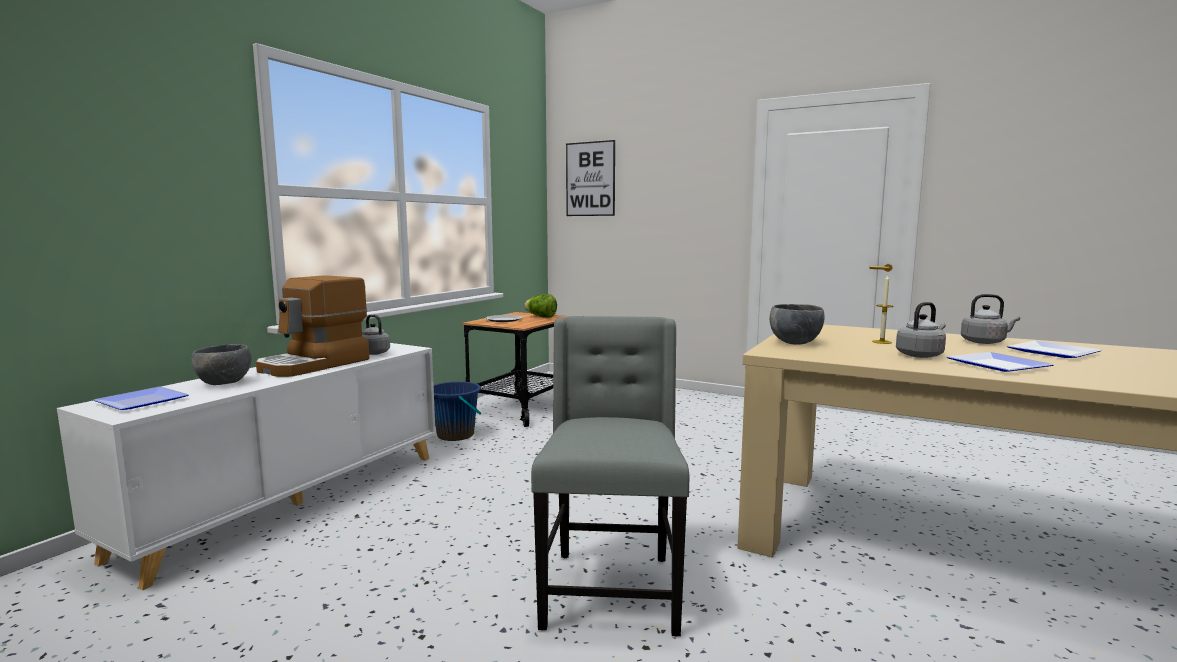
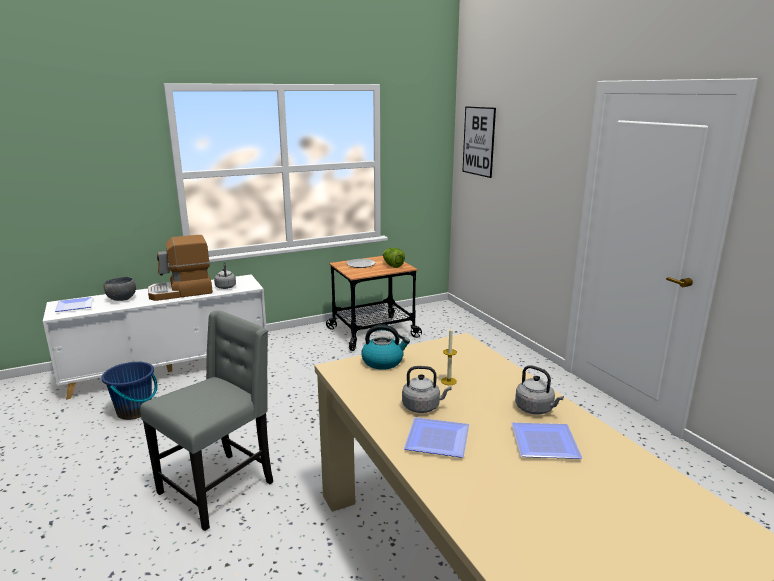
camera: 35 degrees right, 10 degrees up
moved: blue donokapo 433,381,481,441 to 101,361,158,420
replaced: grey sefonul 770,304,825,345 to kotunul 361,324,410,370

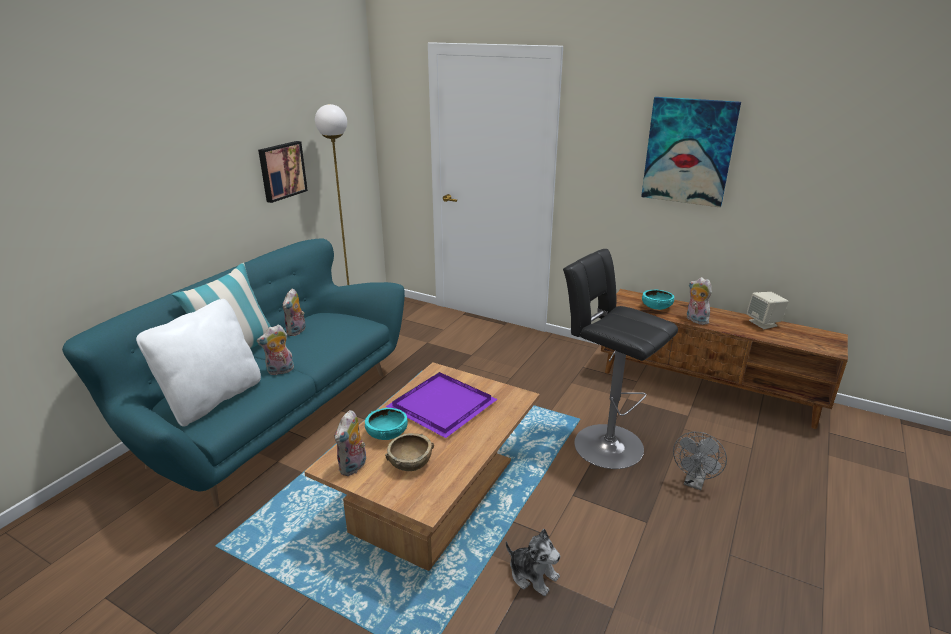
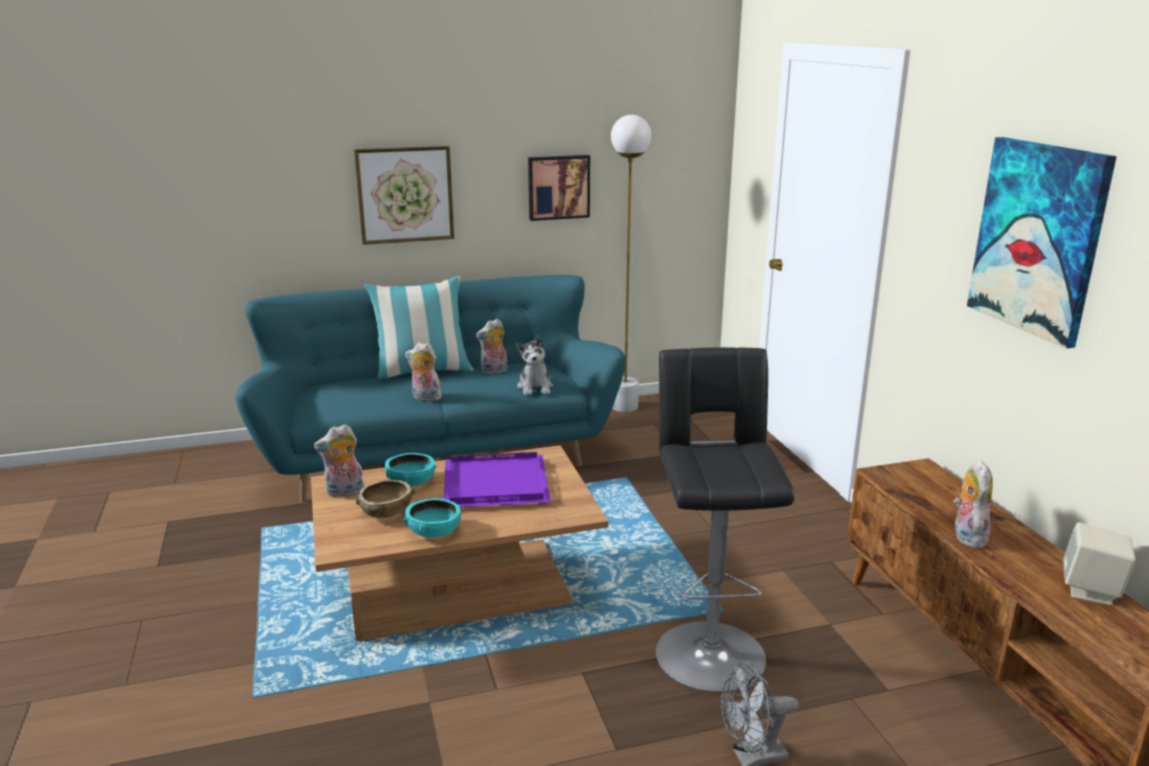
camera: 45 degrees right, 5 degrees down
removed: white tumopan 136,299,261,427
added: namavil 354,146,454,245
moved: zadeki 506,529,560,596 to 516,335,553,395; turquoise sefonul 642,290,674,310 to 404,498,462,538

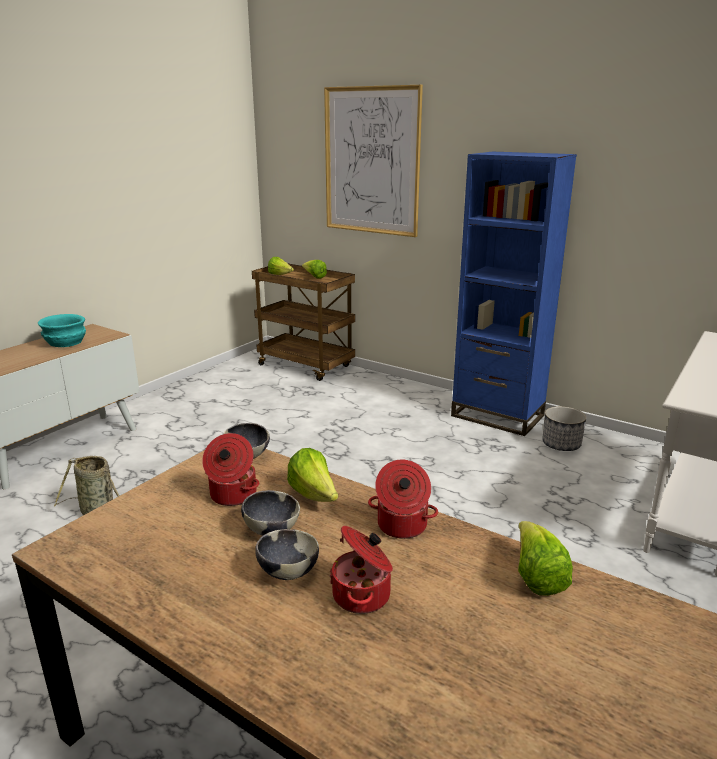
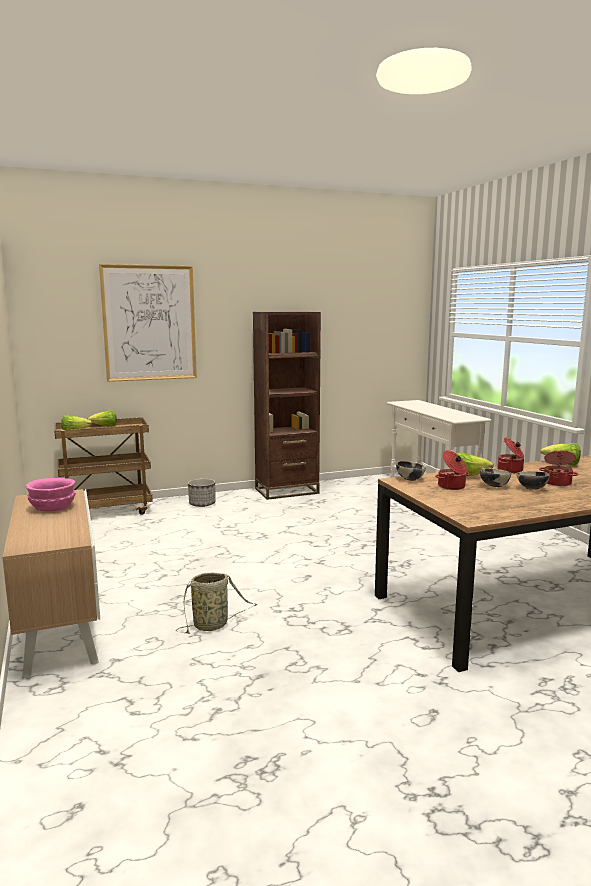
camera: 55 degrees left, 10 degrees down
moved: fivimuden 542,406,587,451 to 188,478,215,507
recoloured: turquoise sefonul 38,314,86,347 to pink sefonul 26,478,76,512; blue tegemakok 451,152,577,436 to brown tegemakok 253,312,321,500

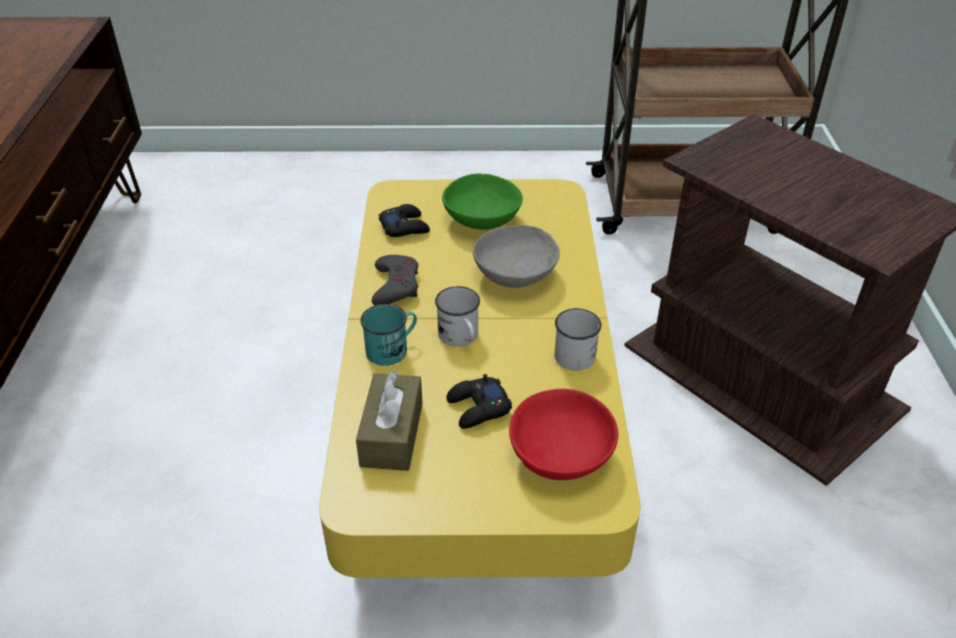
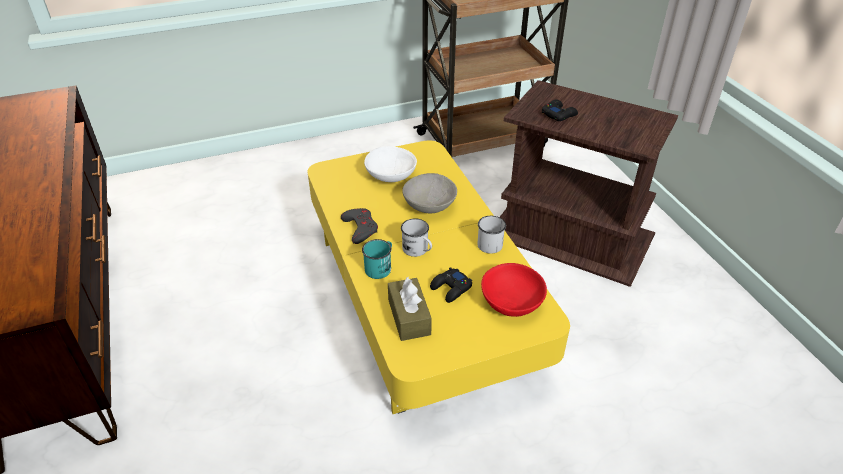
camera: 20 degrees left, 0 degrees up
moved: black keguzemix 379,204,430,237 to 542,99,578,121
recoloured: green sefonul 442,173,523,230 to white sefonul 364,146,417,182

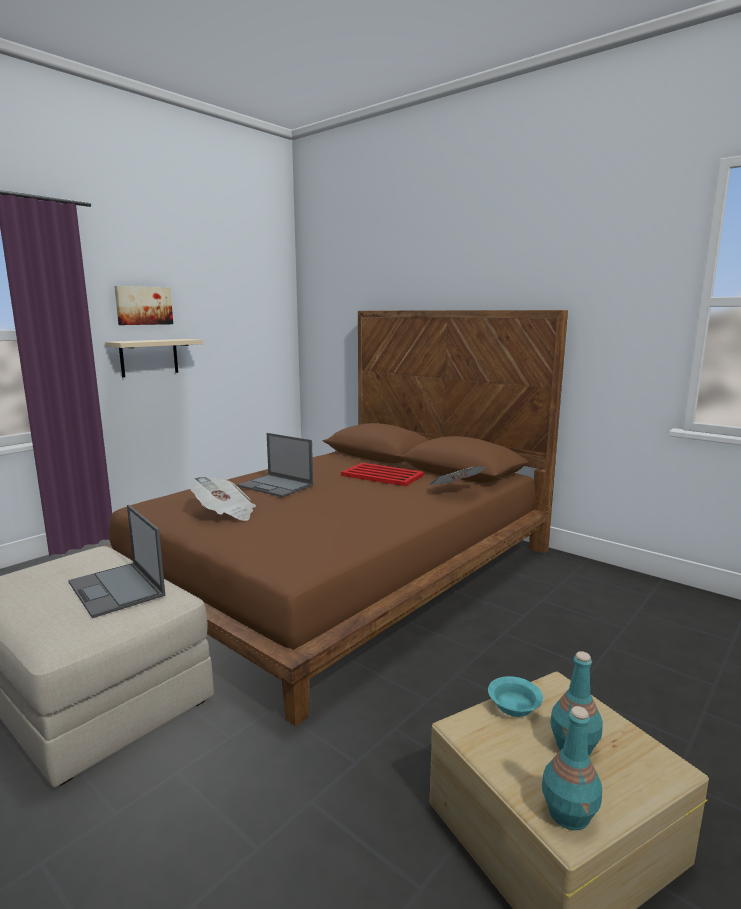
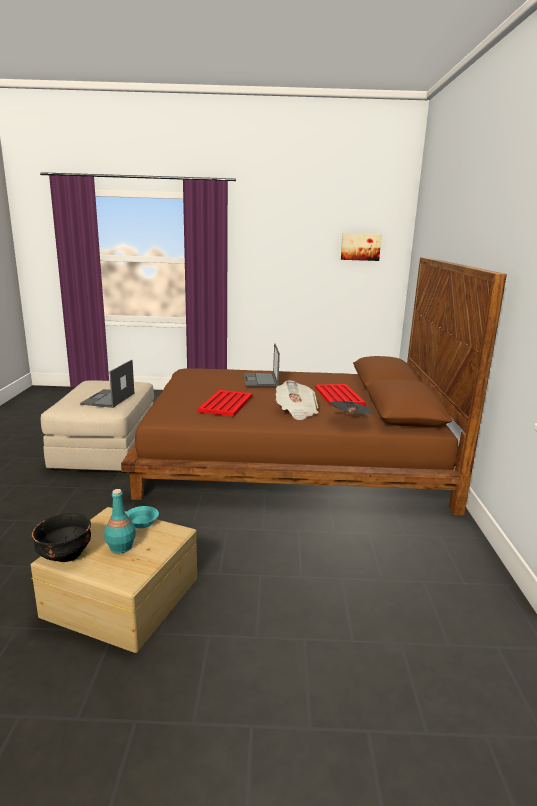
camera: 50 degrees right, 5 degrees up
removed: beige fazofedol 105,339,203,377
added: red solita 198,390,252,416
moved: namavil 114,286,173,325 to 341,233,382,261; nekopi 191,476,256,521 to 276,381,318,420
replaced: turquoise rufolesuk 542,706,602,830 to black sefonul 32,513,91,562

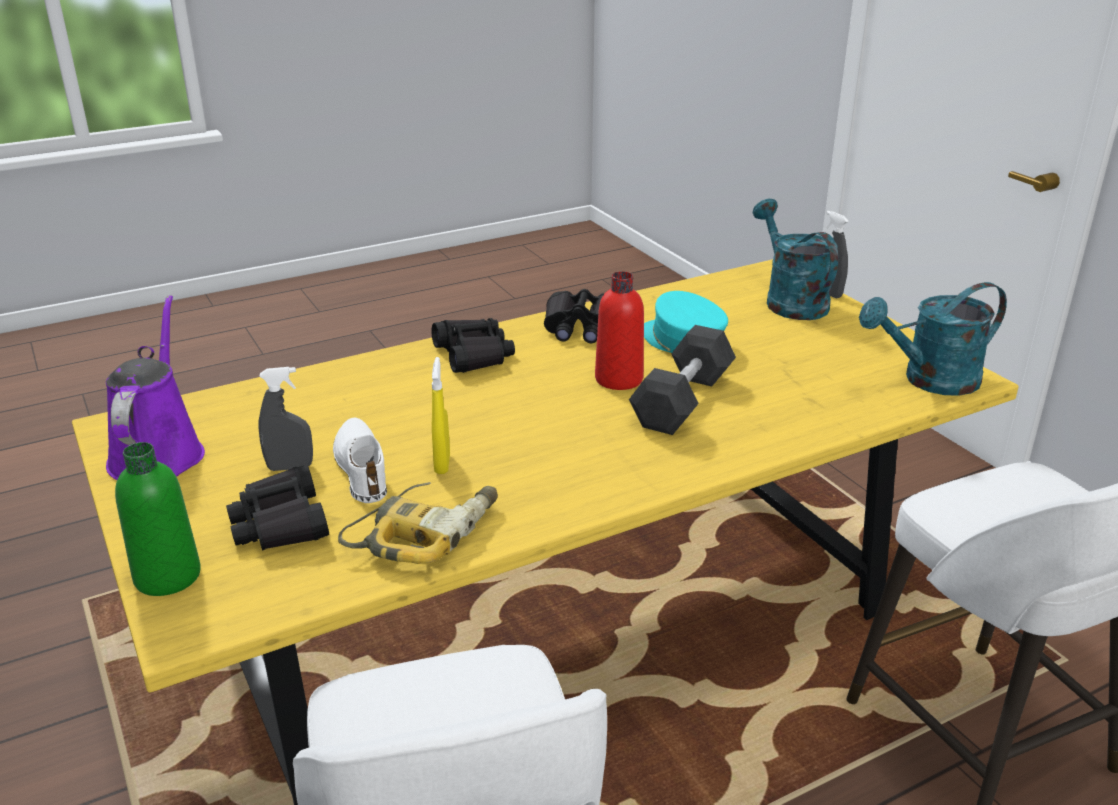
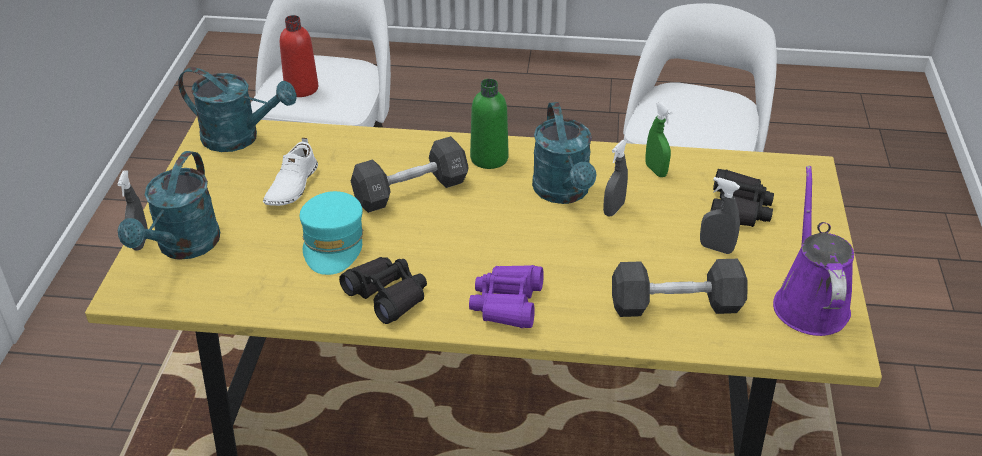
camera: 145 degrees left, 10 degrees up
added: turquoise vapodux 532,102,597,204; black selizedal 612,259,748,317
moved: green rufolesuk 115,442,201,596 to 470,79,509,169; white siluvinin 333,418,387,503 to 263,138,318,206; red rufolesuk 595,271,644,390 to 280,15,318,97
replaced: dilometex 338,482,498,564 to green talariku 645,102,672,177
recoloured: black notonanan 431,318,515,373 to purple notonanan 469,265,544,328; yellow talariku 432,357,450,474 to grey talariku 603,140,628,217
turned: purple vapodux 106,295,205,480 = 773,166,854,336 150 degrees clockwise

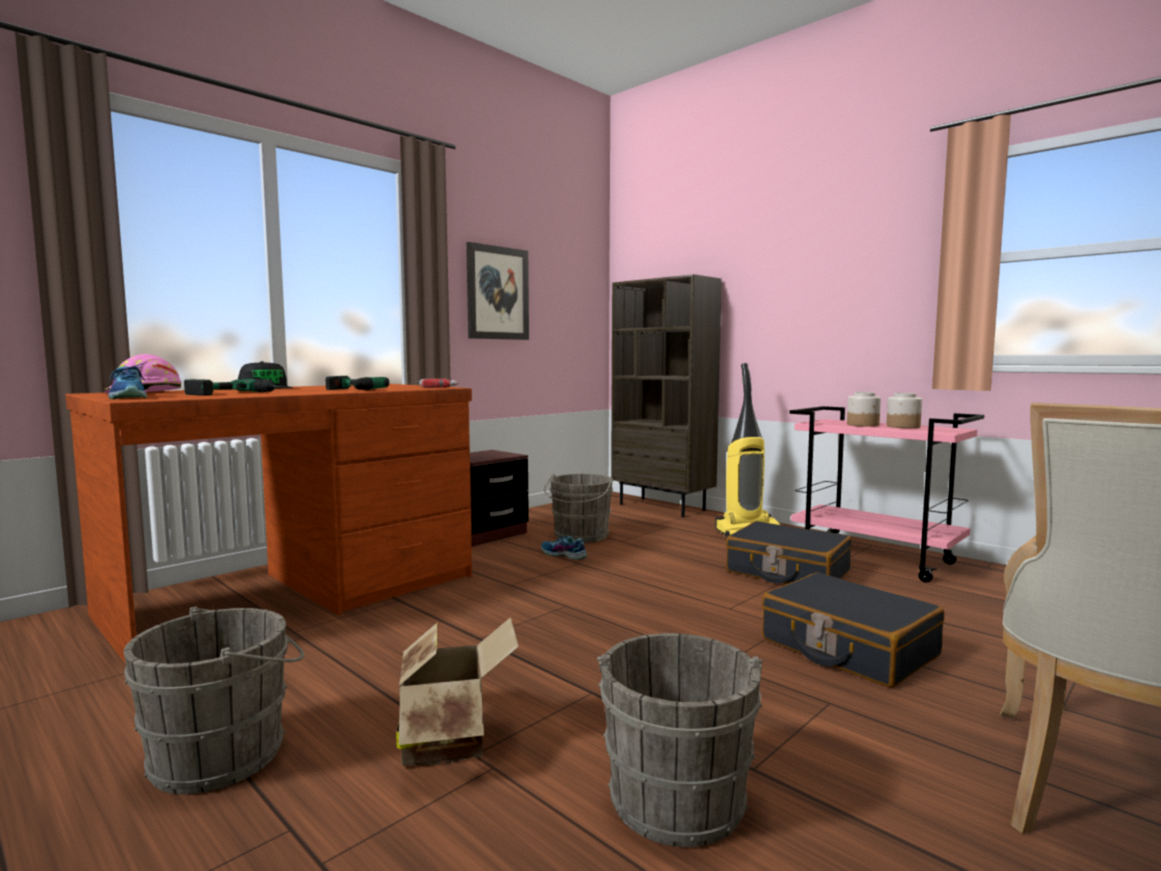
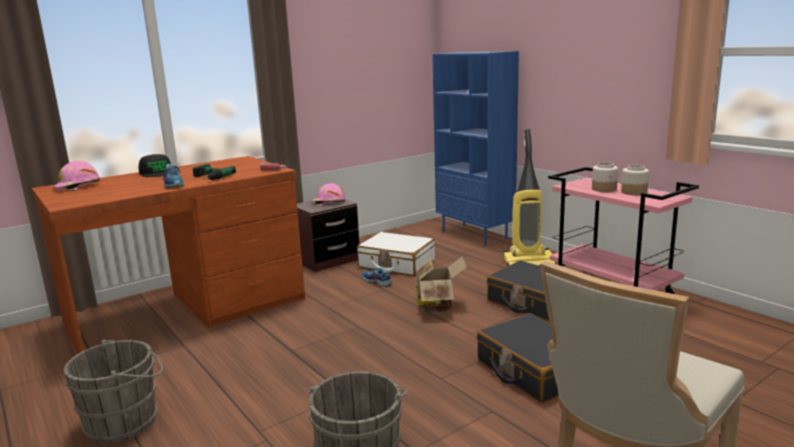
camera: 10 degrees right, 10 degrees up
removed: dilometex 184,379,283,396; namavil 466,242,529,340
added: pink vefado 312,183,346,206
moved: siluvinin 108,363,147,399 to 163,164,184,189; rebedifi 396,617,519,766 to 416,257,467,313
replaced: grey donokapo 544,474,613,543 to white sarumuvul 357,232,435,276
recoloured: brown tegemakok 611,274,722,517 to blue tegemakok 432,51,519,246

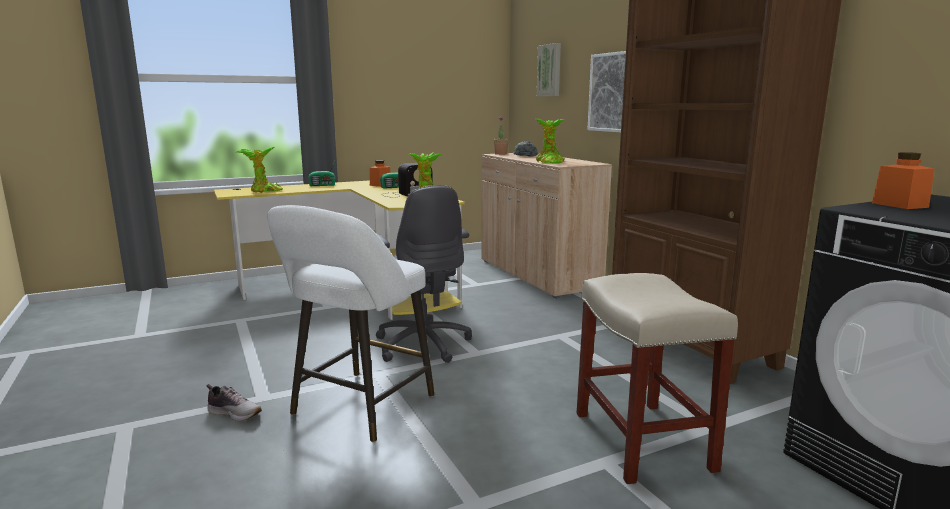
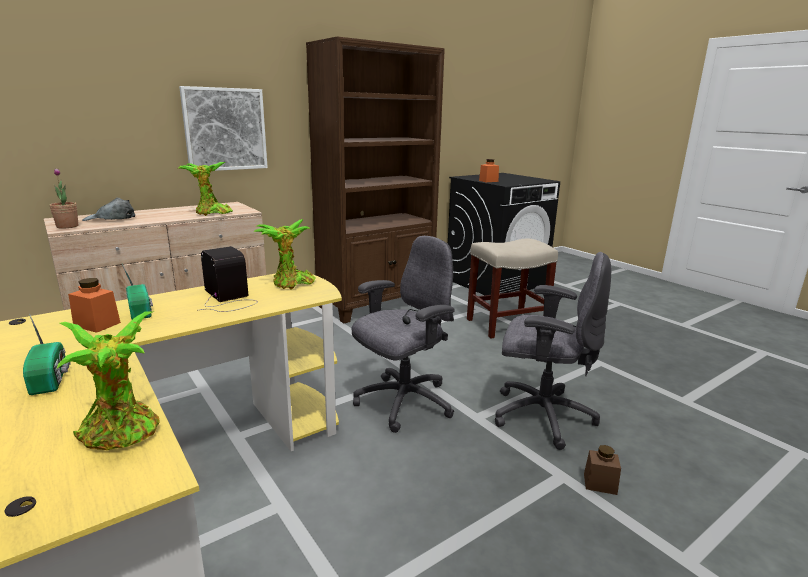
camera: 100 degrees left, 5 degrees up
removed: namavil 537,43,561,96
replaced: siluvinin 206,384,262,421 to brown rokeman 584,445,621,495; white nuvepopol 268,205,434,442 to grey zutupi 495,252,611,450

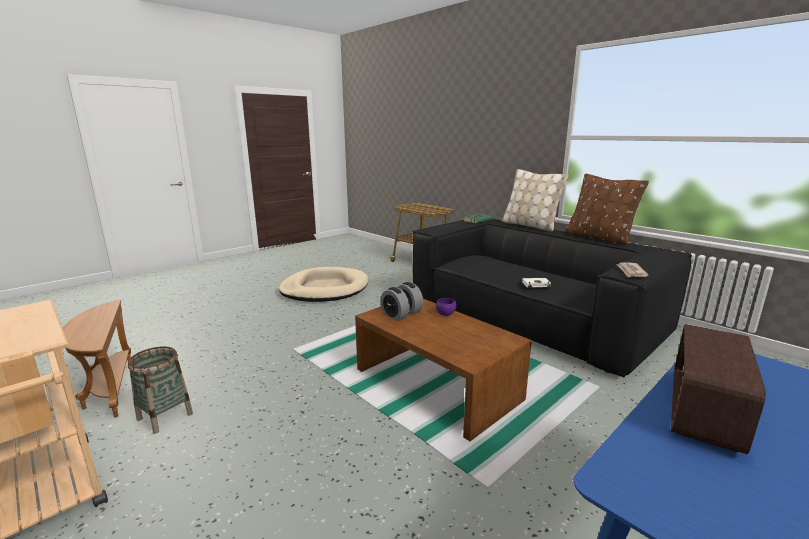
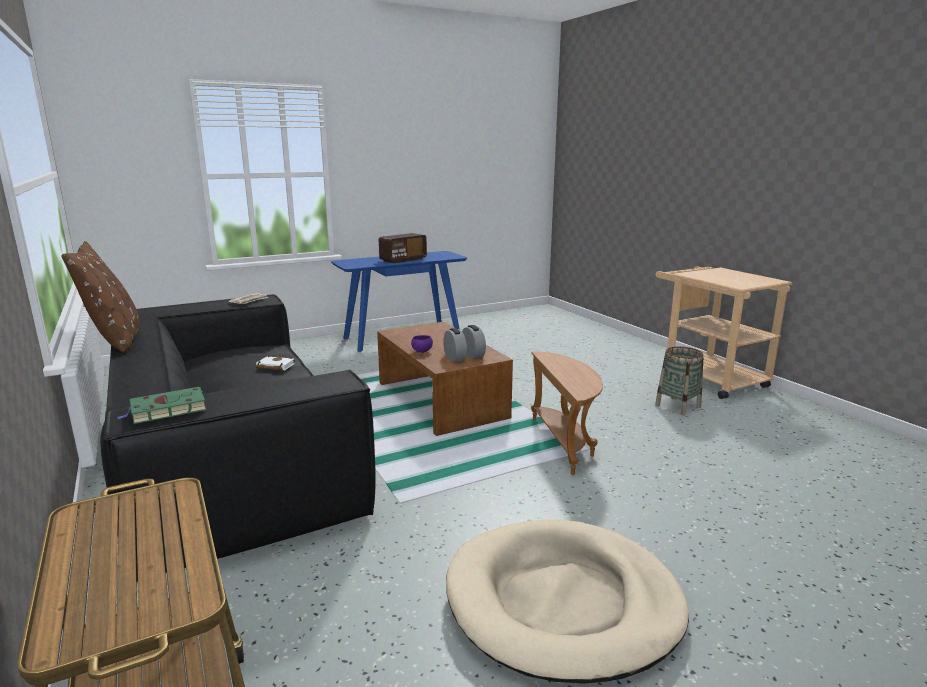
camera: 165 degrees left, 0 degrees up
removed: beige tumopan 502,169,569,231
moved: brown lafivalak 63,300,131,418 to 531,351,603,475

